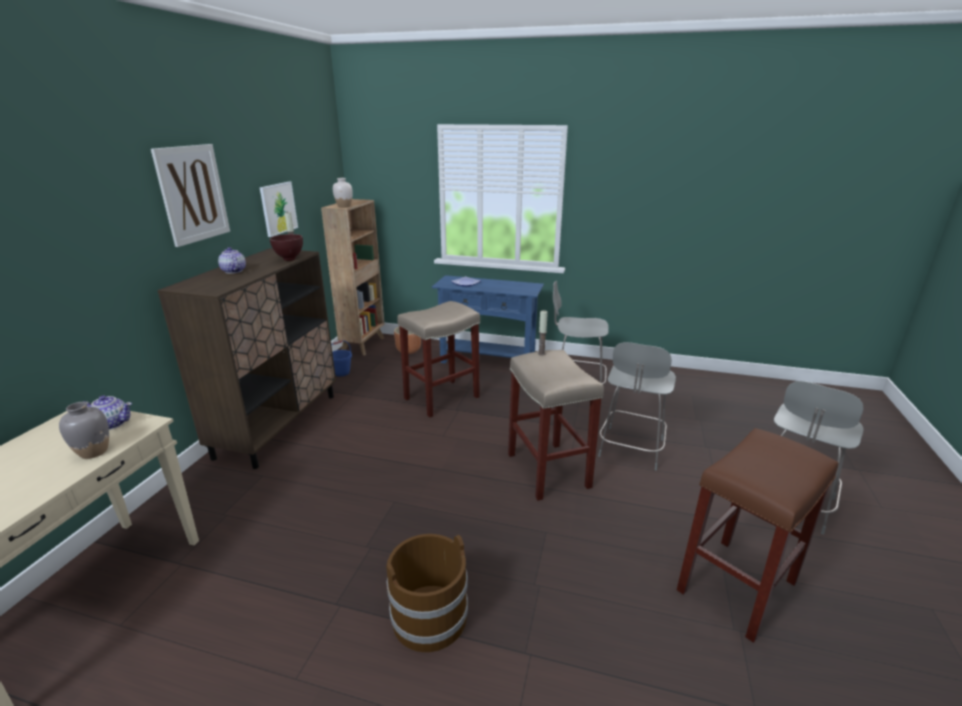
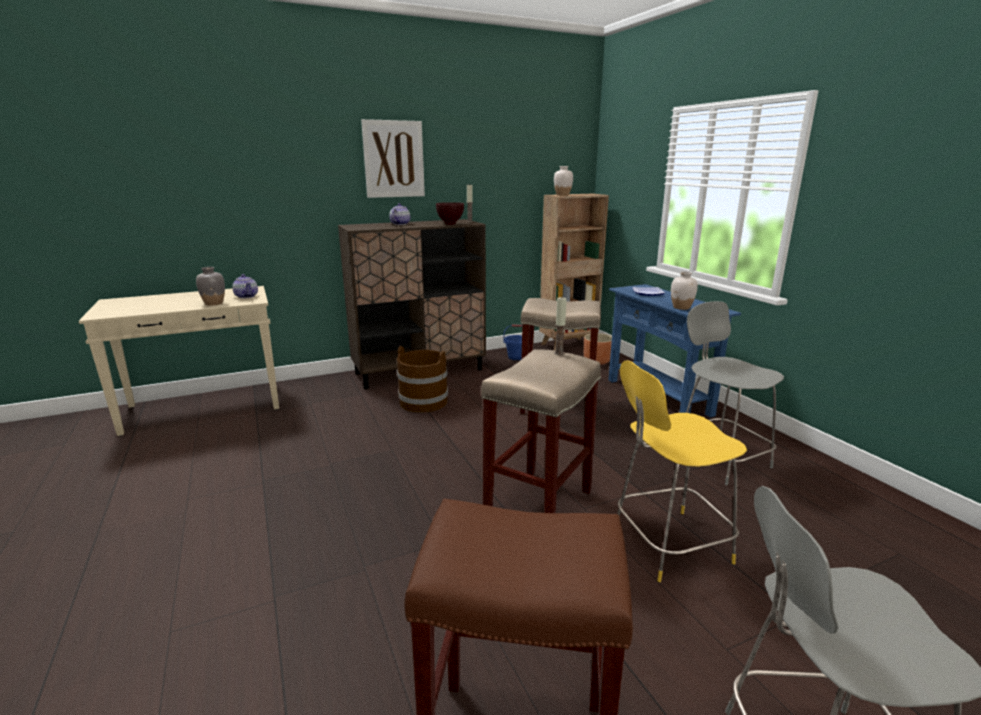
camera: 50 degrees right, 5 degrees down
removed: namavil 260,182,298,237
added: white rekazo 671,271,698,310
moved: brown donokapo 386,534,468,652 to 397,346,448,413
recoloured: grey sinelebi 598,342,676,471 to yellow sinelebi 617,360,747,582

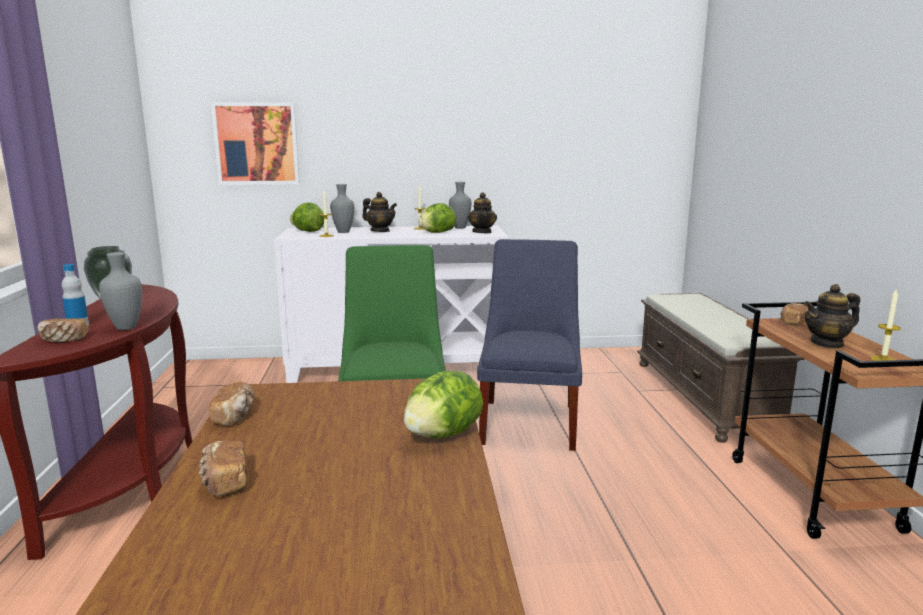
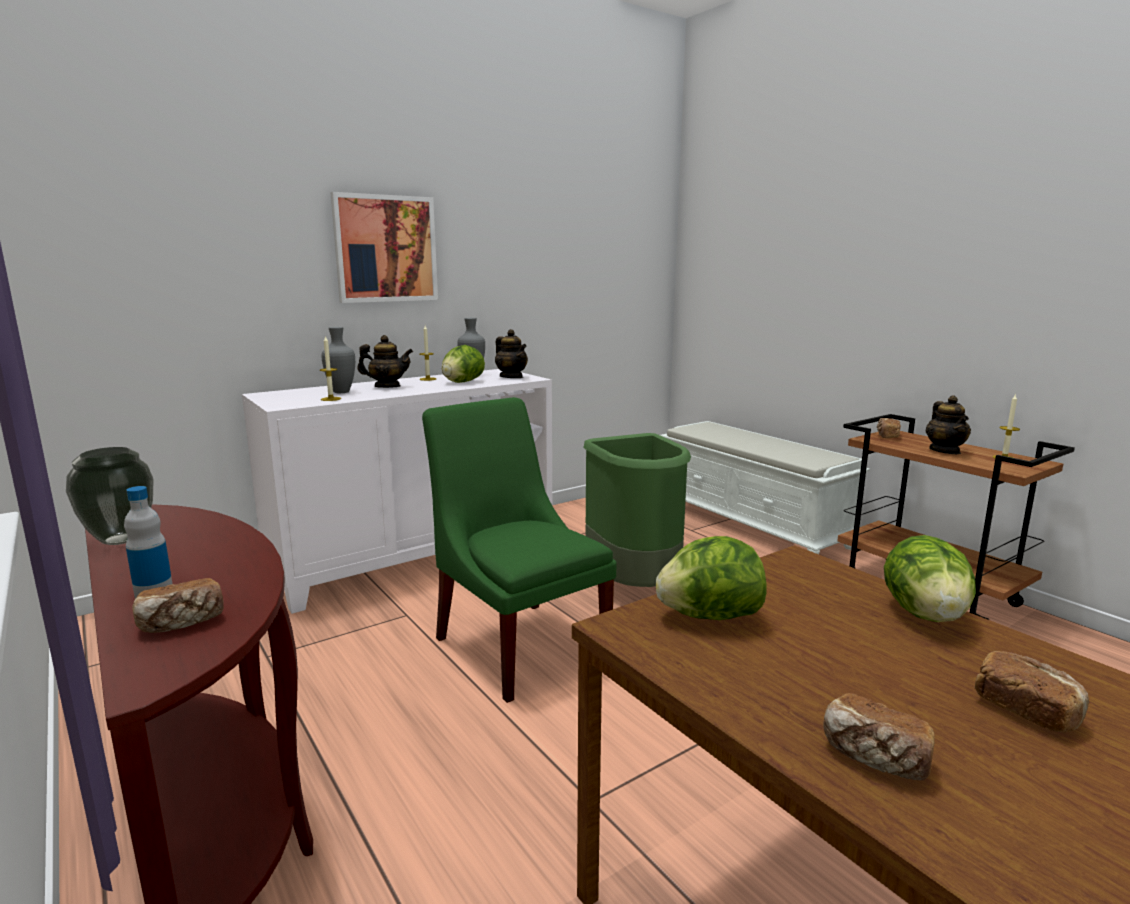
camera: 30 degrees left, 0 degrees up
removed: grey rekazo 99,252,142,330
moved: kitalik 209,382,254,425 to 975,651,1089,732; namavil 211,102,300,185 to 330,192,438,303; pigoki 290,202,324,232 to 656,536,766,620
replaced: blue sinelebi 477,239,582,451 to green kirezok 583,433,691,587
recoloured: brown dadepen 637,293,805,443 to white dadepen 660,421,870,554
turned: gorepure 804,284,860,348 = 926,395,971,454 45 degrees counterclockwise

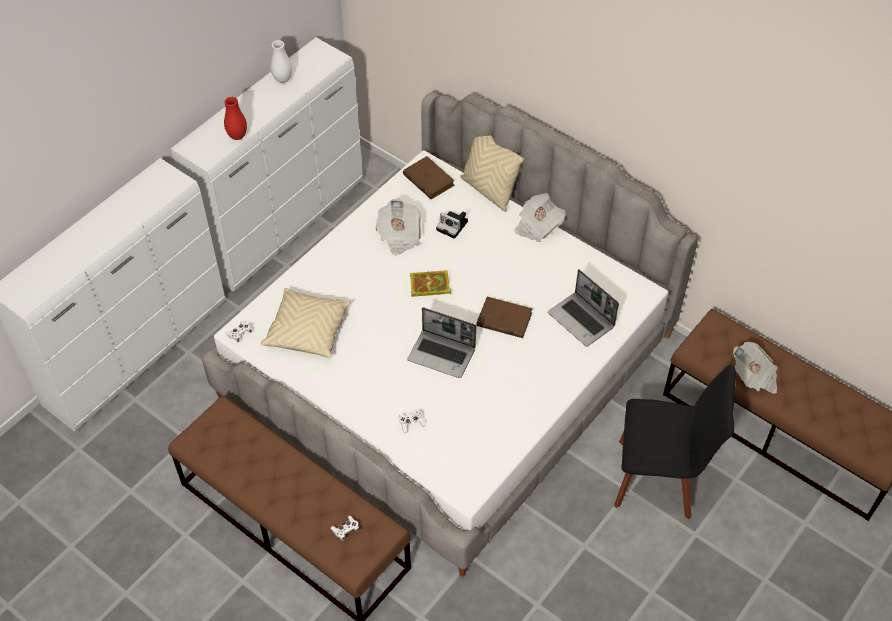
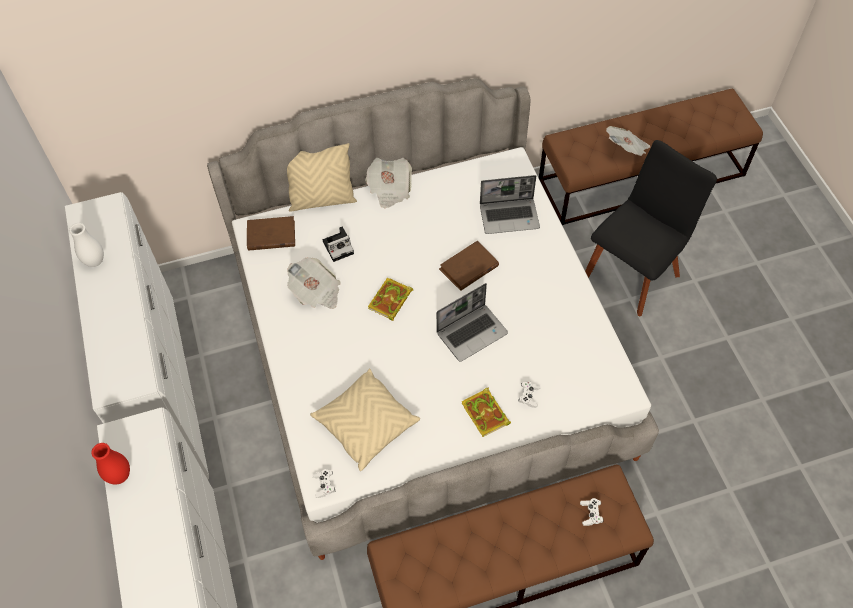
camera: 55 degrees left, 5 degrees up
added: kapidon 462,388,511,437
moved: red rekazo 224,97,247,140 to 91,443,130,484

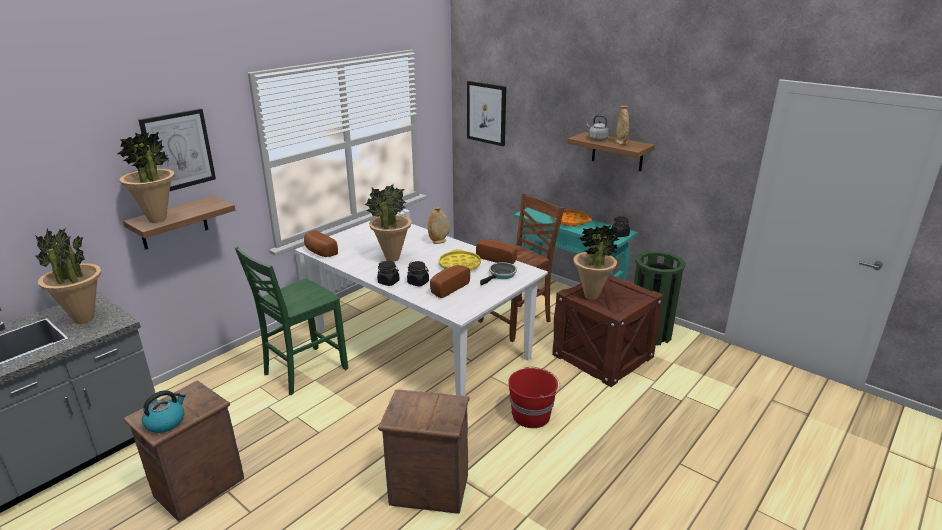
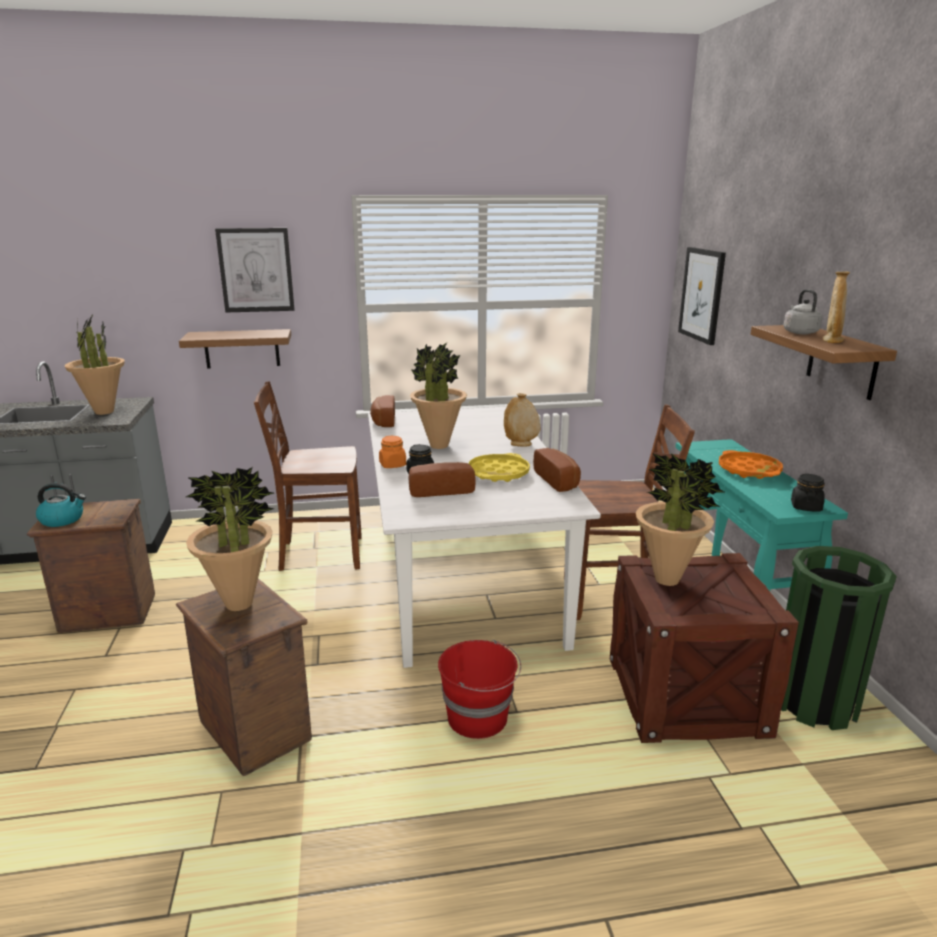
camera: 40 degrees right, 5 degrees down
removed: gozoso 480,262,517,285
moved: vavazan 118,131,174,223 to 186,467,275,611
recoloured: green sinelebi 234,246,348,395 to brown sinelebi 254,381,362,571; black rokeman 377,261,400,286 to orange rokeman 379,436,406,468

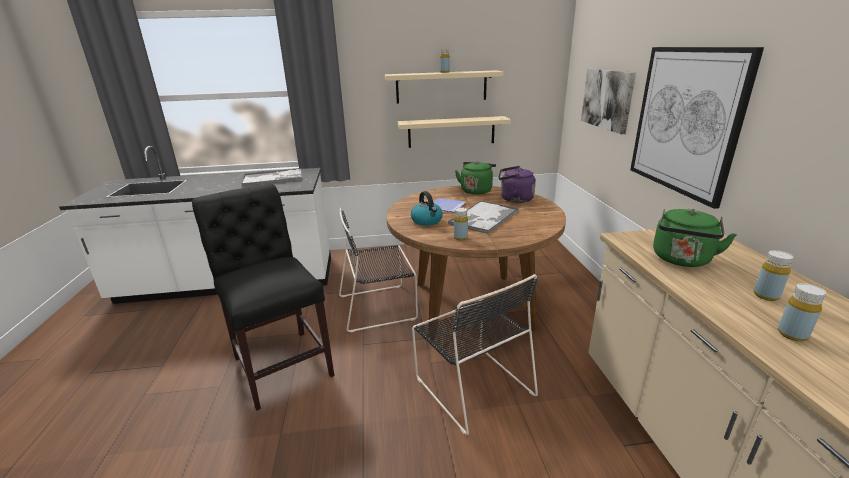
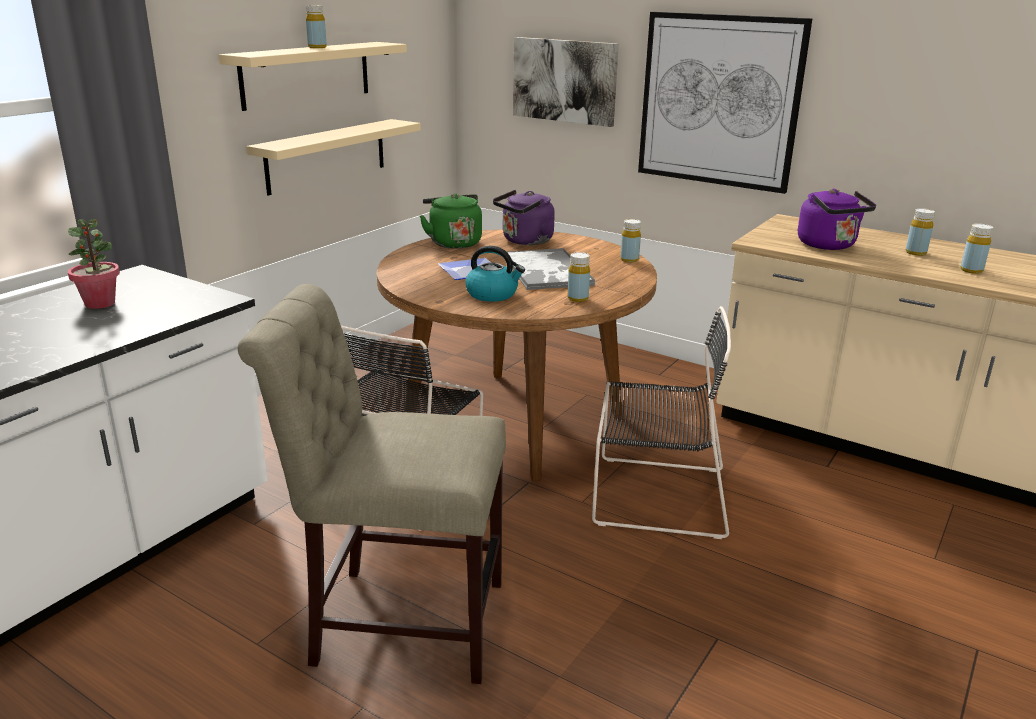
camera: 50 degrees left, 0 degrees up
added: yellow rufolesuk 620,219,641,263
replaced: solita 241,168,303,187 to vavazan 68,219,120,309
recoloured: black sinelebi 192,184,334,411 to beige sinelebi 237,284,506,684; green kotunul 653,209,737,267 to purple kotunul 798,189,876,250

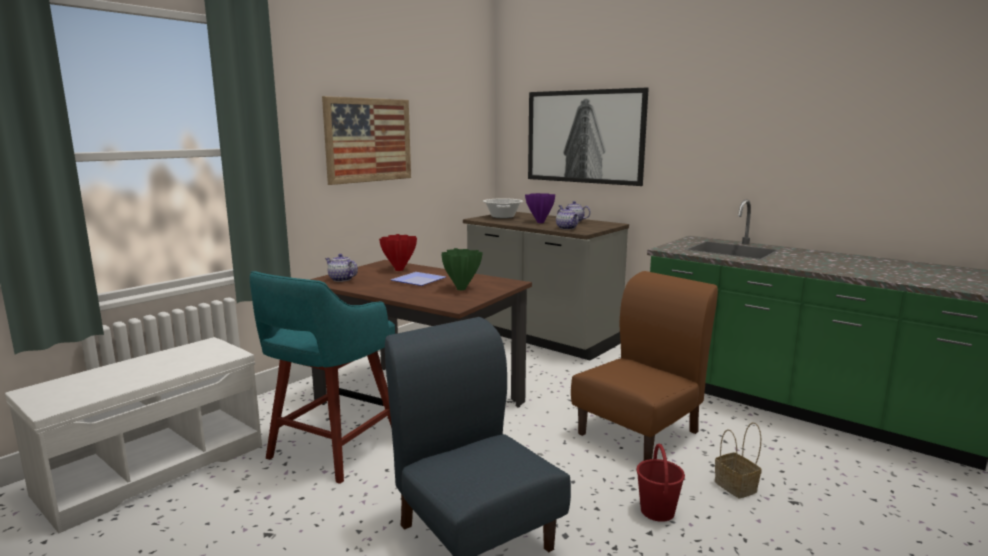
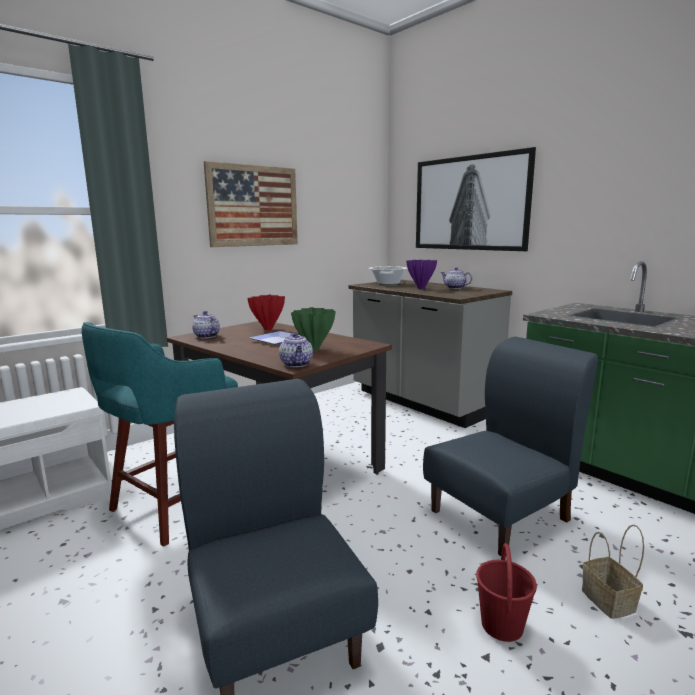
camera: 10 degrees right, 0 degrees up
moved: gorepure 556,207,578,230 to 279,332,313,367
recoloured: brown sinelebi 571,271,718,461 to blue sinelebi 423,336,598,556

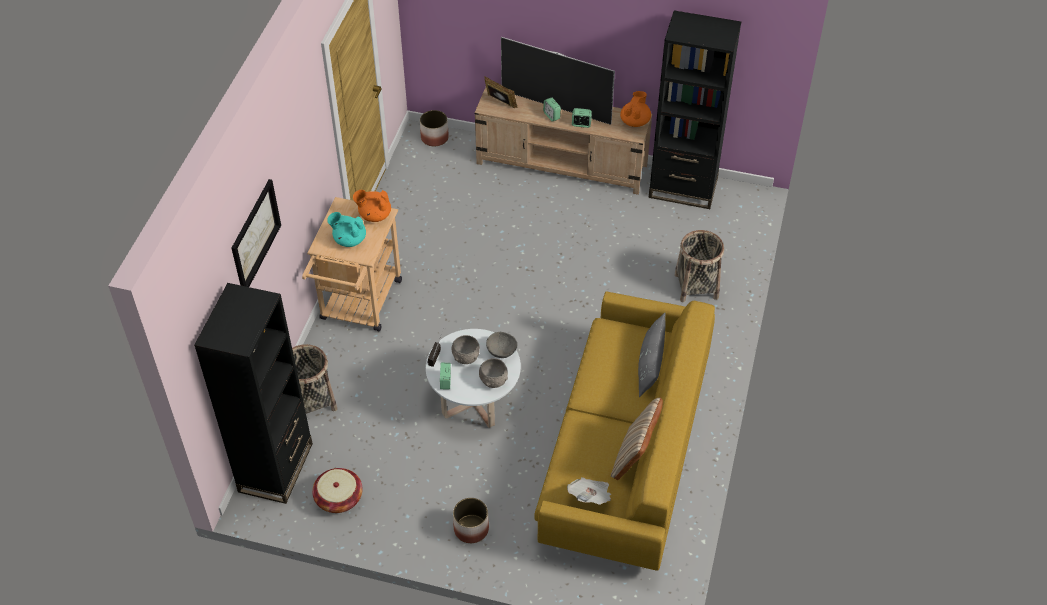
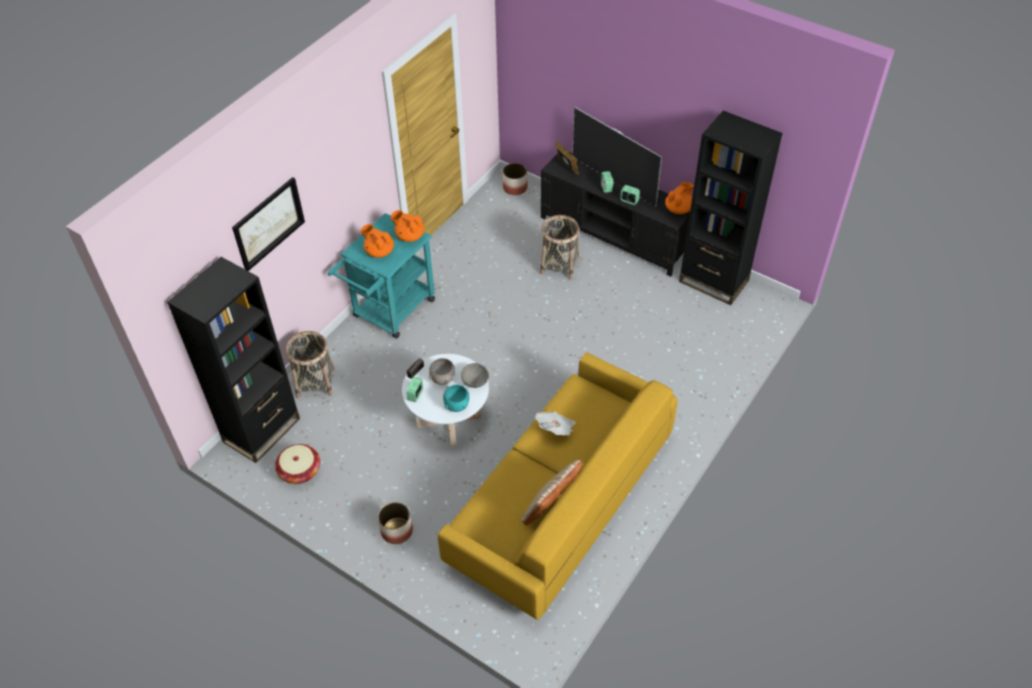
camera: 20 degrees right, 0 degrees up
removed: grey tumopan 638,313,666,397
moved: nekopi 567,477,611,504 to 535,411,576,435; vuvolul 674,230,724,302 to 540,215,580,280
recoloured: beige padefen 302,197,402,331 to turquoise padefen 328,213,435,339; turquoise gorepure 327,212,366,247 to orange gorepure 361,224,394,258; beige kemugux 474,87,652,195 to black kemugux 541,151,690,277; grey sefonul 479,358,508,388 to turquoise sefonul 443,385,469,412

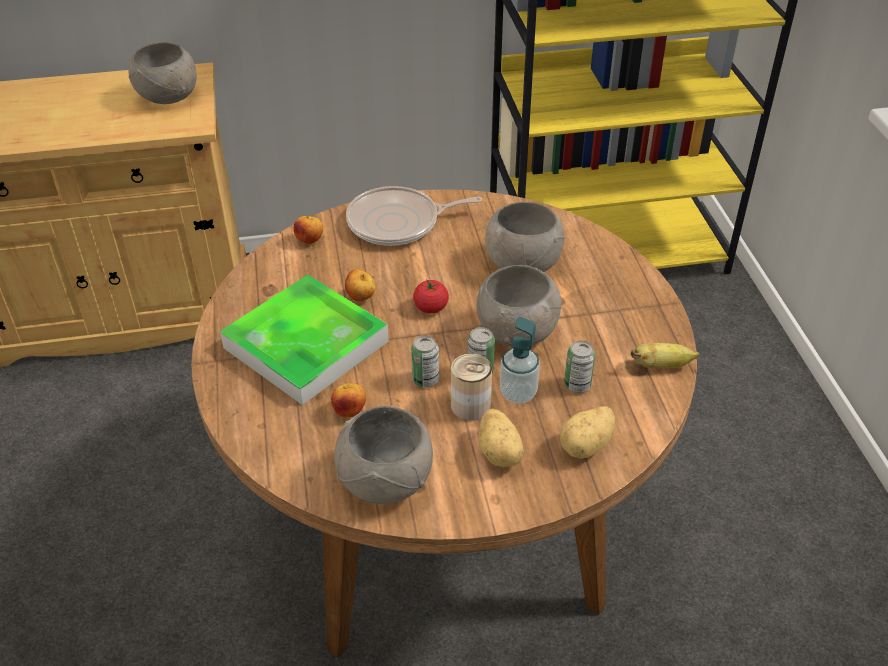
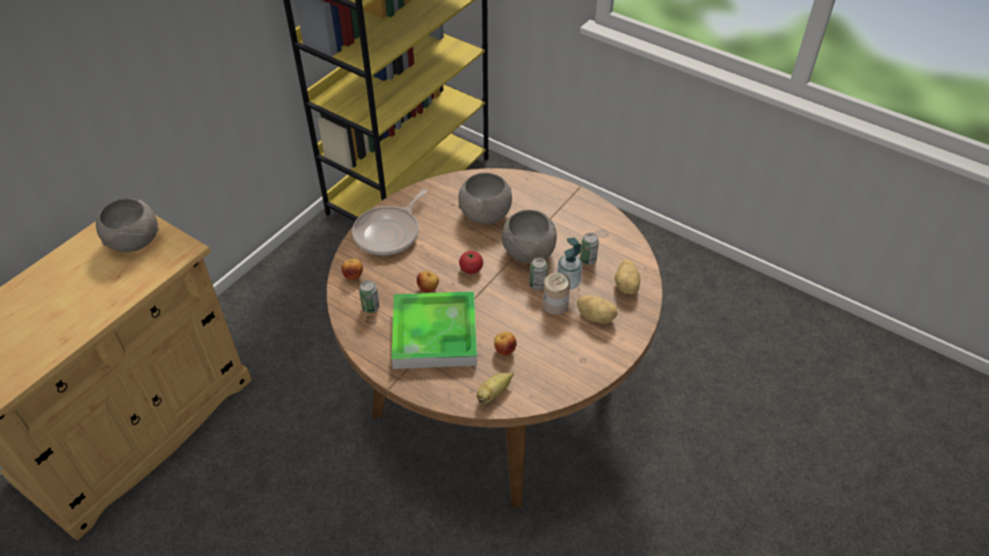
camera: 45 degrees left, 5 degrees up
removed: grey sefonul 334,405,433,504
moved: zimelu 411,335,439,387 to 359,280,380,313; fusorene 631,343,699,368 to 477,372,514,404

